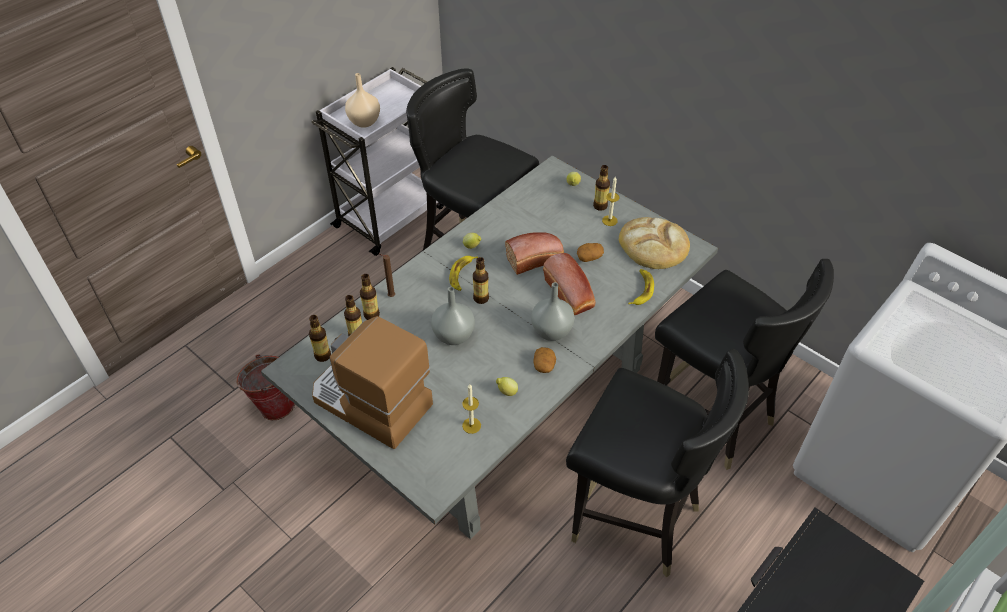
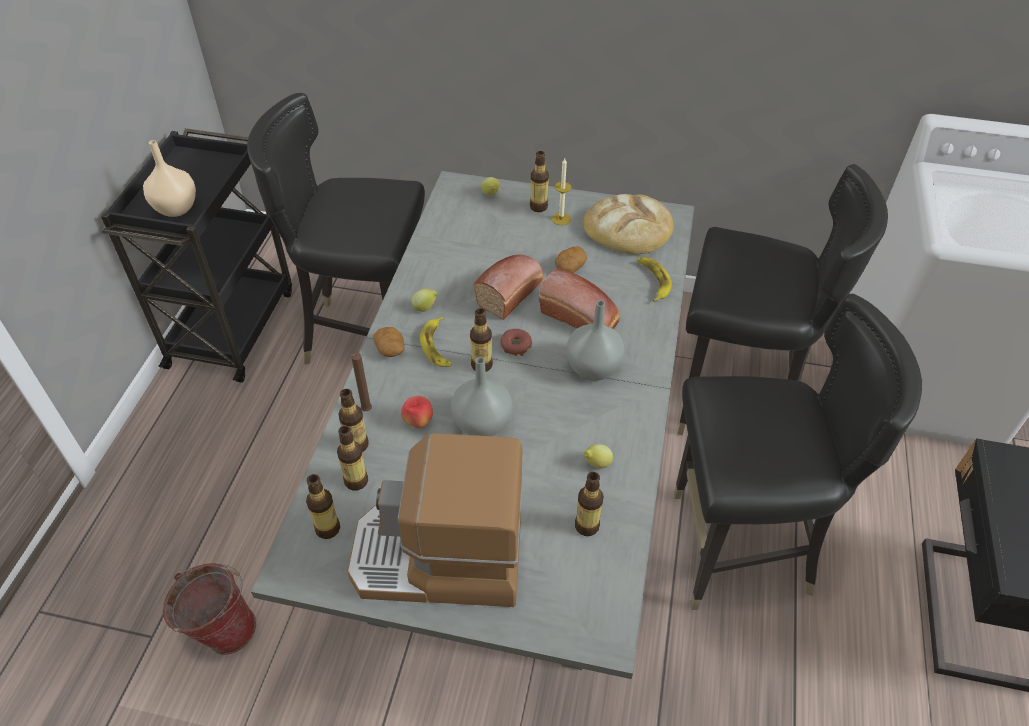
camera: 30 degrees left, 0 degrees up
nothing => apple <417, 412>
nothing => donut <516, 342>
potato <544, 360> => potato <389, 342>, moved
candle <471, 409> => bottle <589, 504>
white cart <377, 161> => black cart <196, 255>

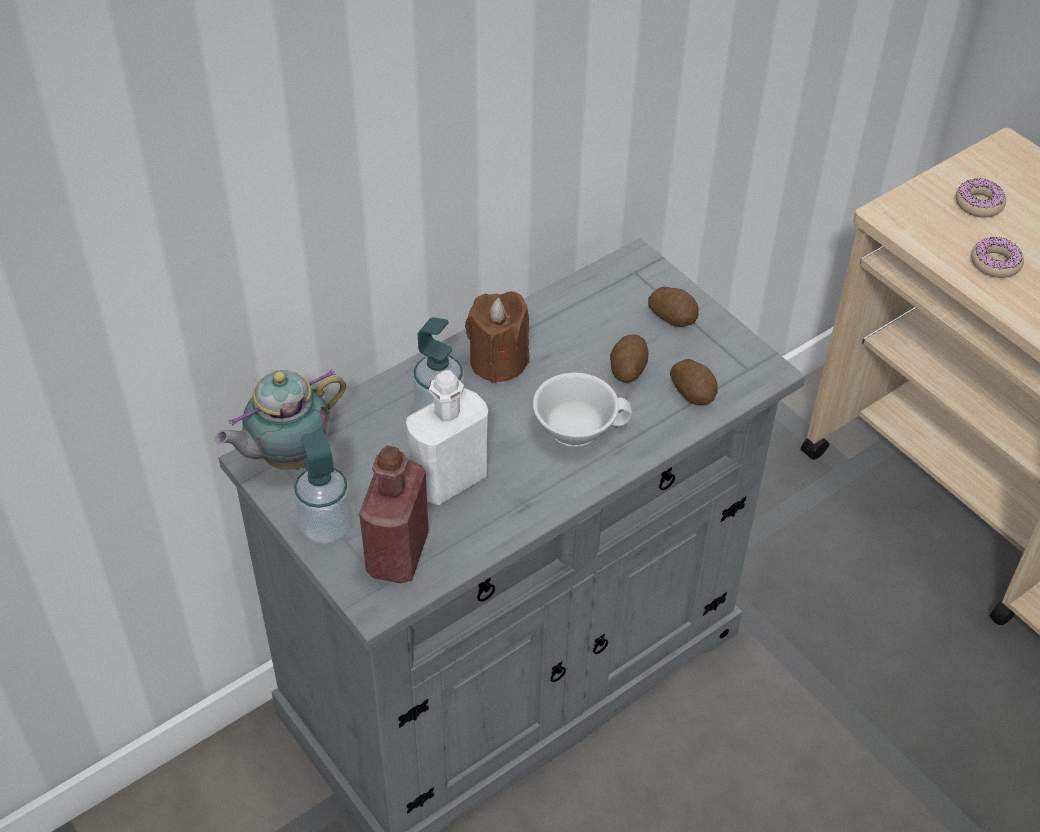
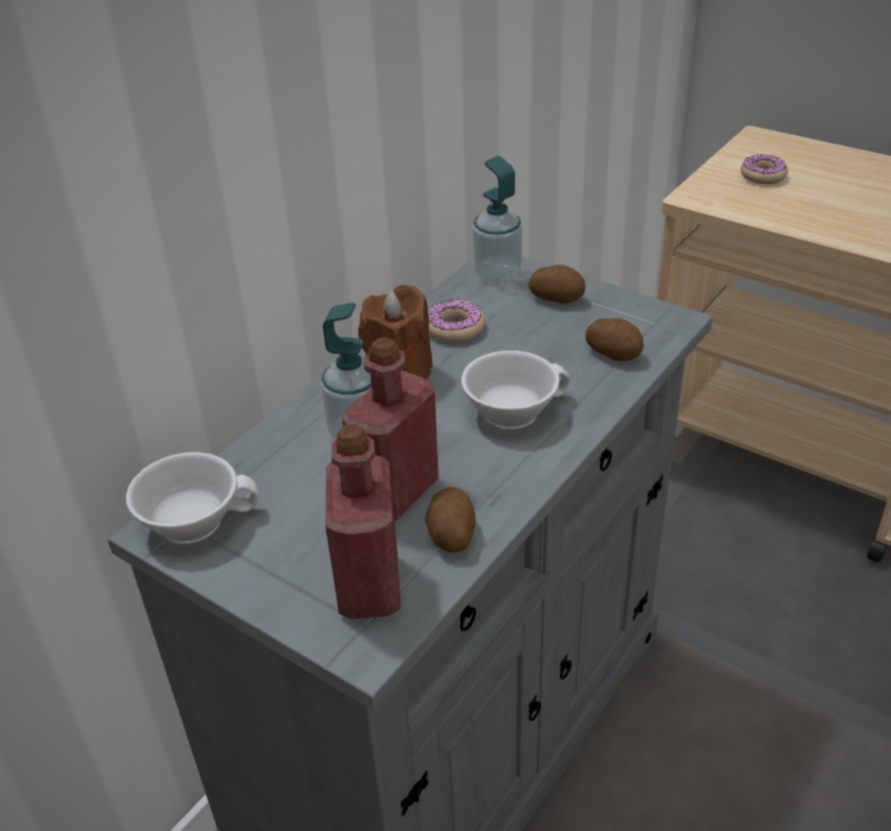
camera: 15 degrees left, 10 degrees down
soap dispenser <323, 487> => soap dispenser <497, 220>, moved
potato <629, 358> => potato <450, 520>, moved
donut <997, 257> => donut <456, 320>, moved
teapot <280, 419> => white cup <192, 498>
white bottle <447, 437> => red bottle <390, 429>

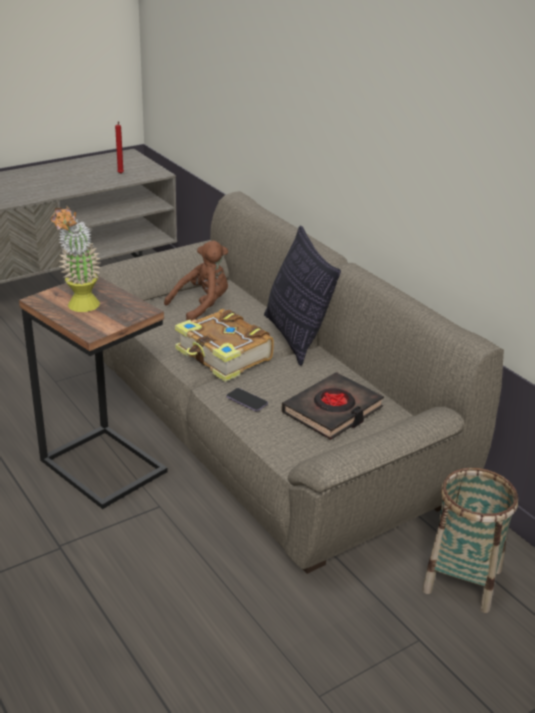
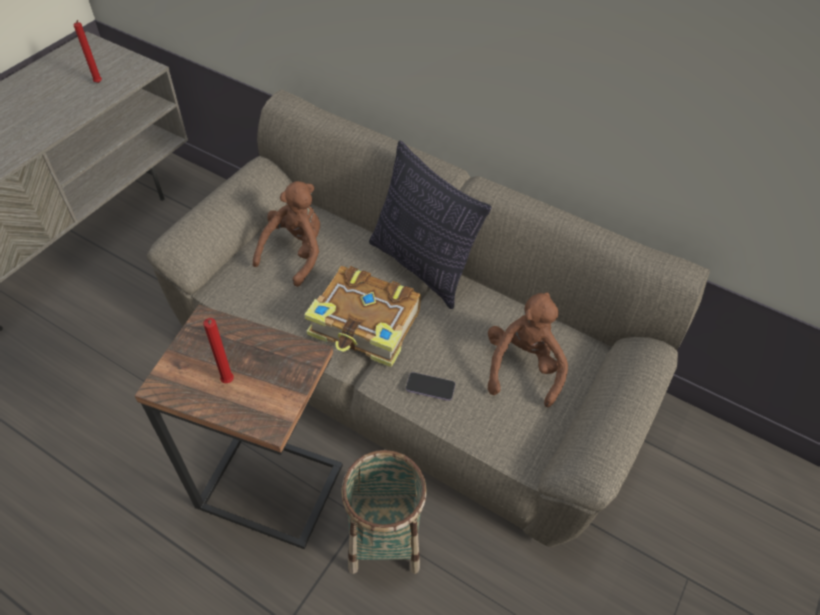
camera: 25 degrees left, 20 degrees up
basket <470, 540> => basket <384, 512>, moved
potted plant <76, 259> => red candle <218, 350>
black book <332, 406> => brown plush toy <528, 349>

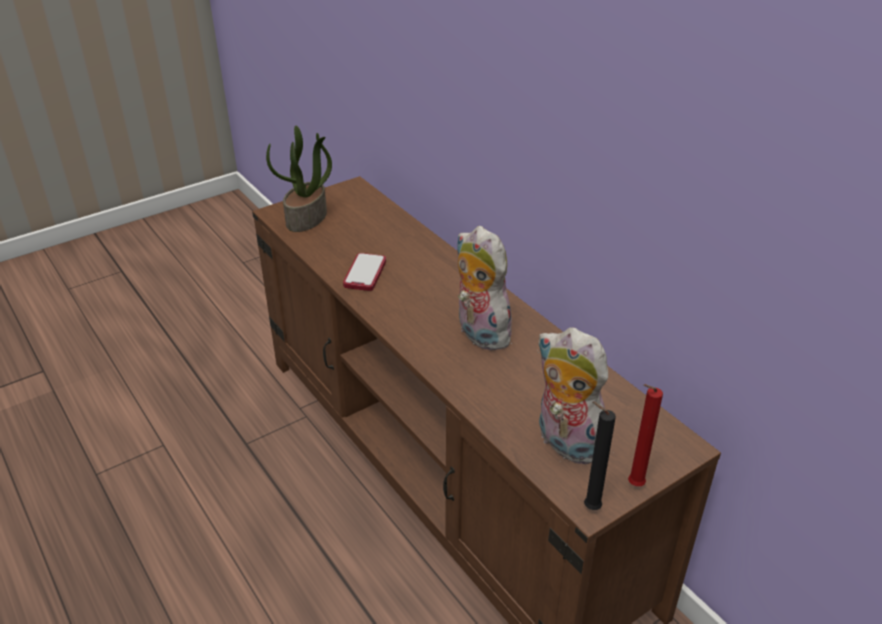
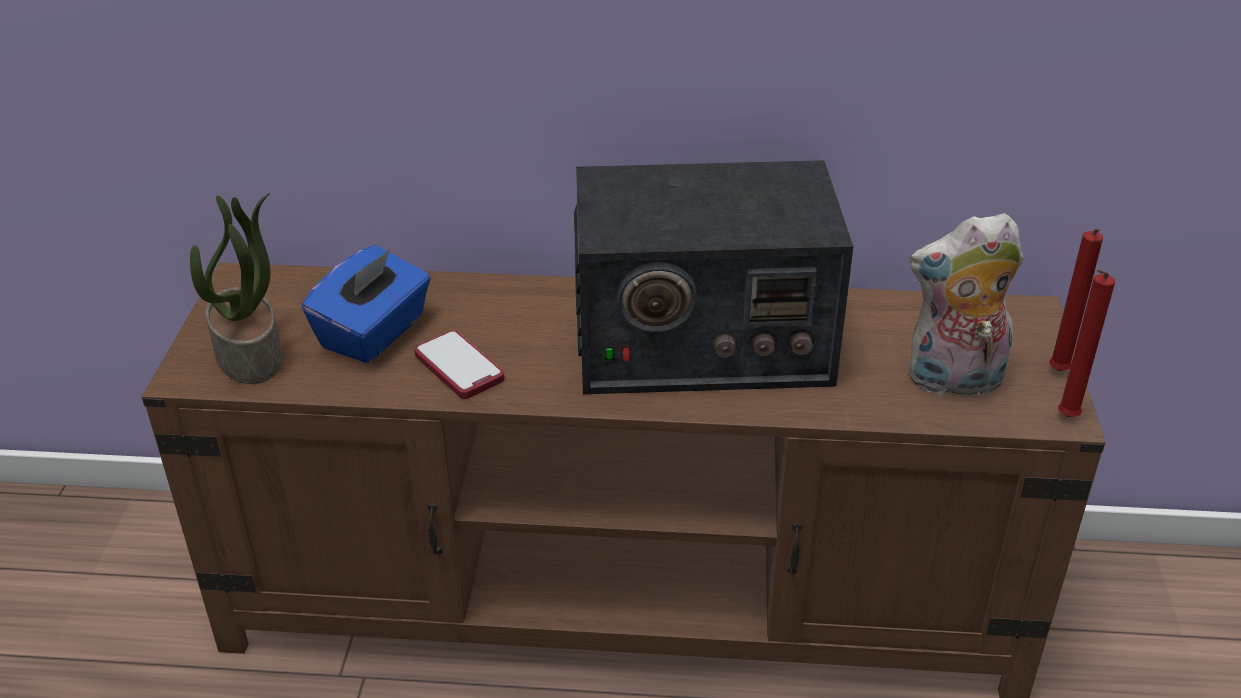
camera: 50 degrees left, 0 degrees up
nothing => blue tissue box <366, 304>
plush toy <486, 288> => radio <713, 277>
black candle <600, 456> => red candle <1086, 343>

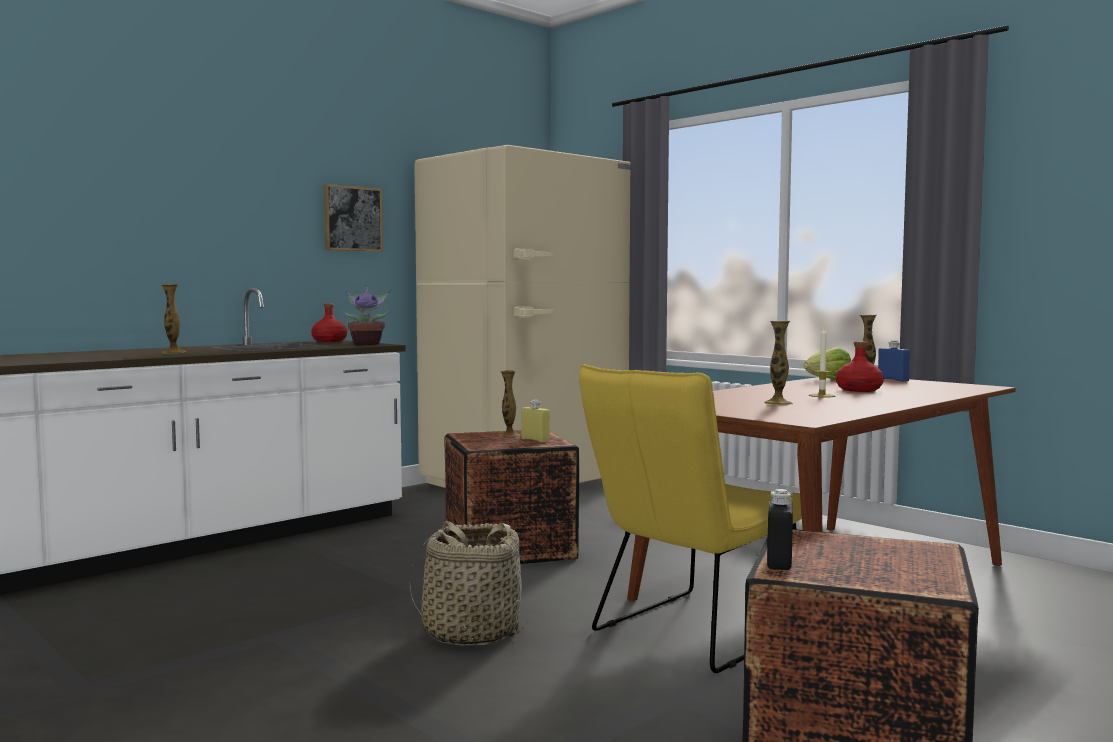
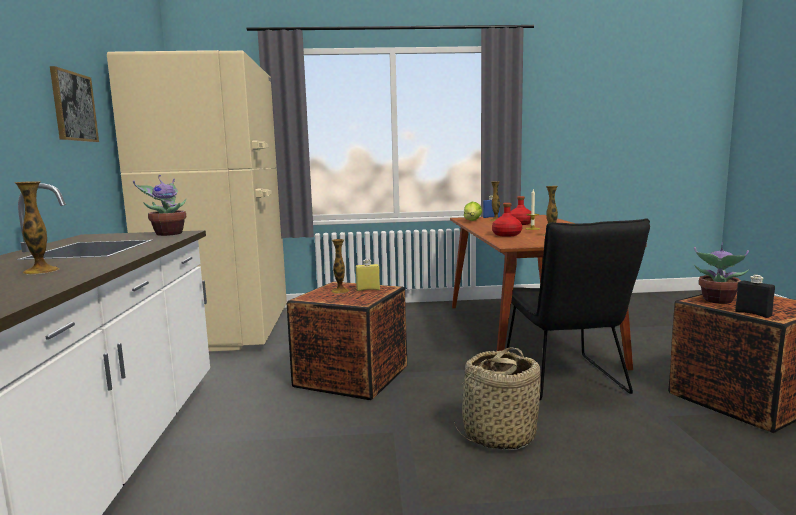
camera: 50 degrees left, 5 degrees up
nothing => potted plant <721, 273>
red bottle <329, 322> => red bottle <507, 220>, moved
yellow chair <690, 518> => black chair <578, 309>

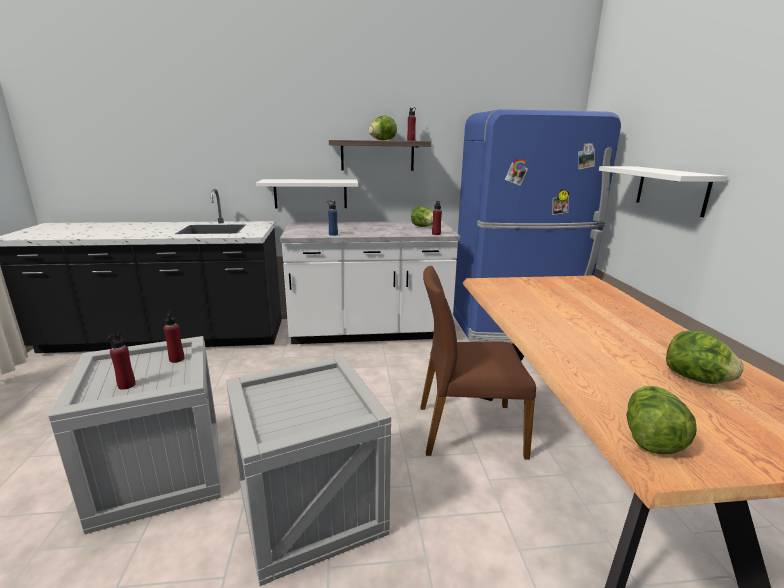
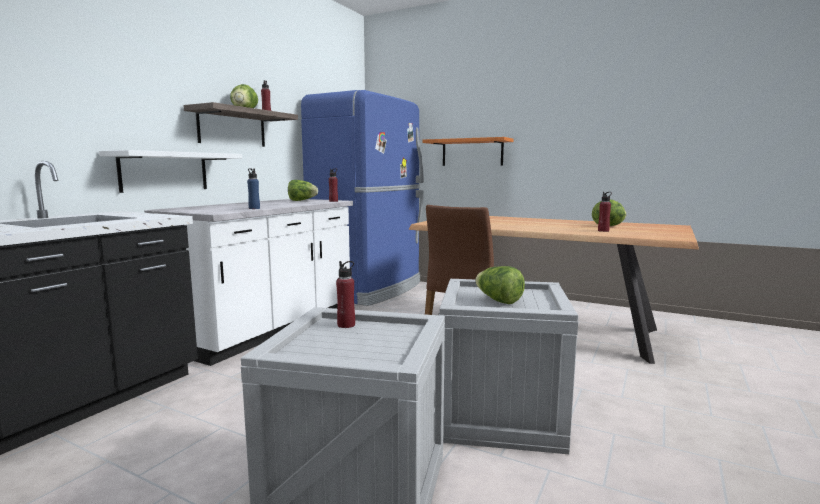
camera: 55 degrees left, 10 degrees down
red bottle <122, 361> => red bottle <605, 212>, moved
lettuce <661, 420> => lettuce <500, 285>, moved
white shelf <663, 191> => orange shelf <467, 151>

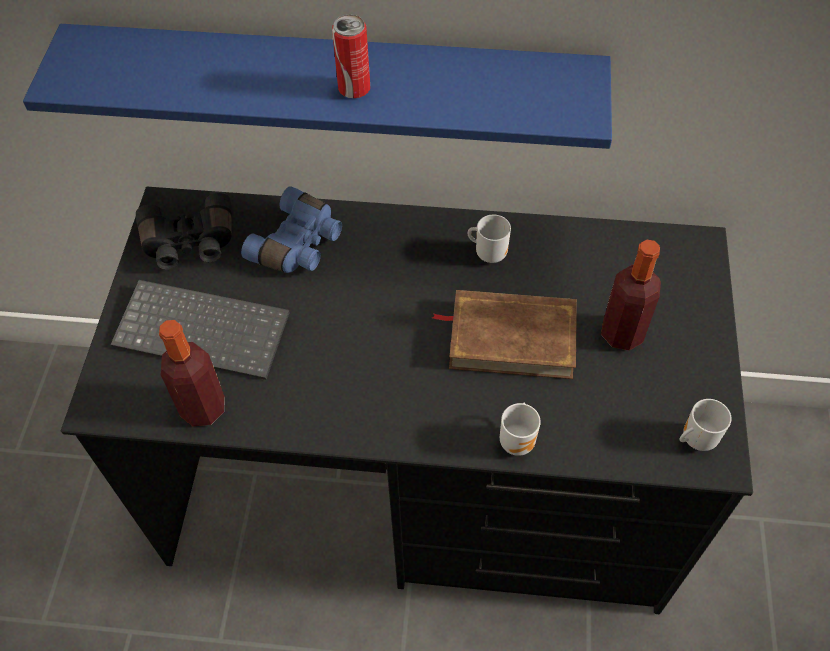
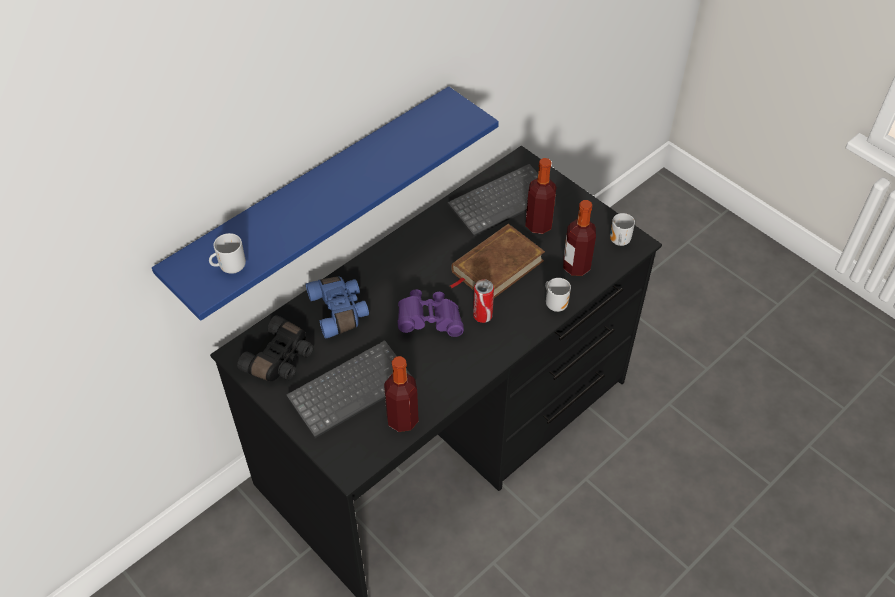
camera: 50 degrees left, 5 degrees down
nothing => purple binoculars <430, 313>
nothing => keyboard <501, 200>
nothing => bottle <579, 238>
can <351, 56> => can <483, 301>, moved
mug <489, 239> => mug <227, 253>, moved

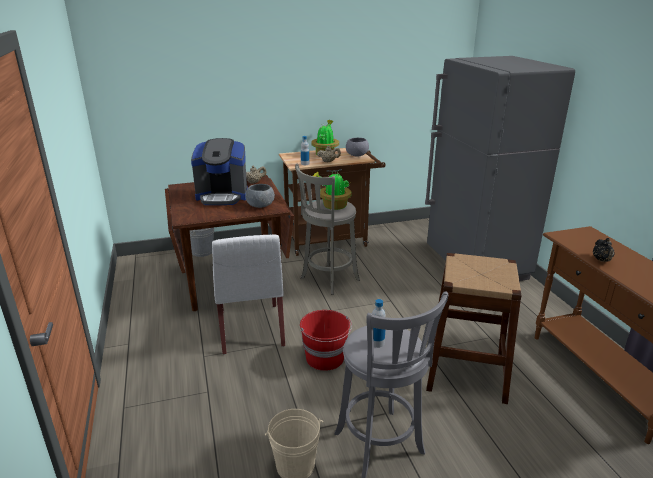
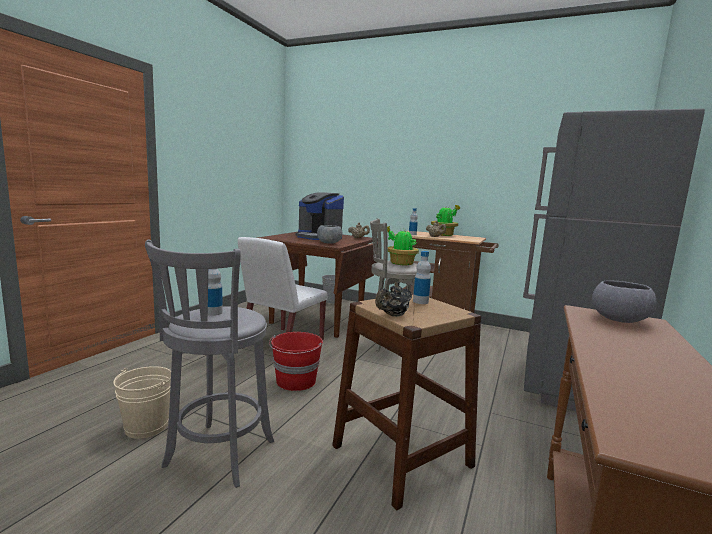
camera: 40 degrees right, 15 degrees down
nothing => bottle <422, 277>
grey bowl <357, 147> => grey bowl <624, 301>, moved
black teapot <603, 250> => black teapot <393, 299>, moved

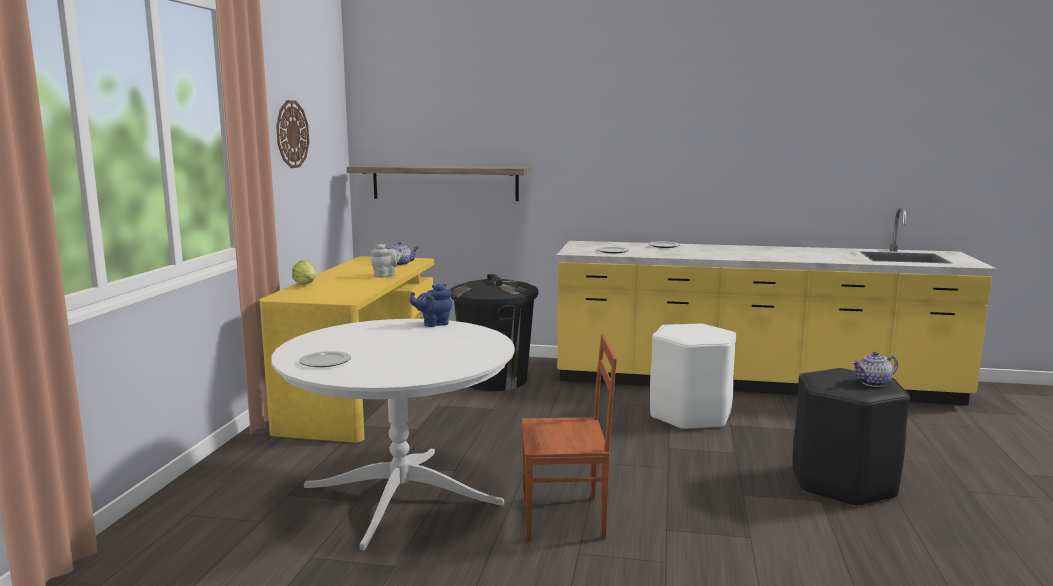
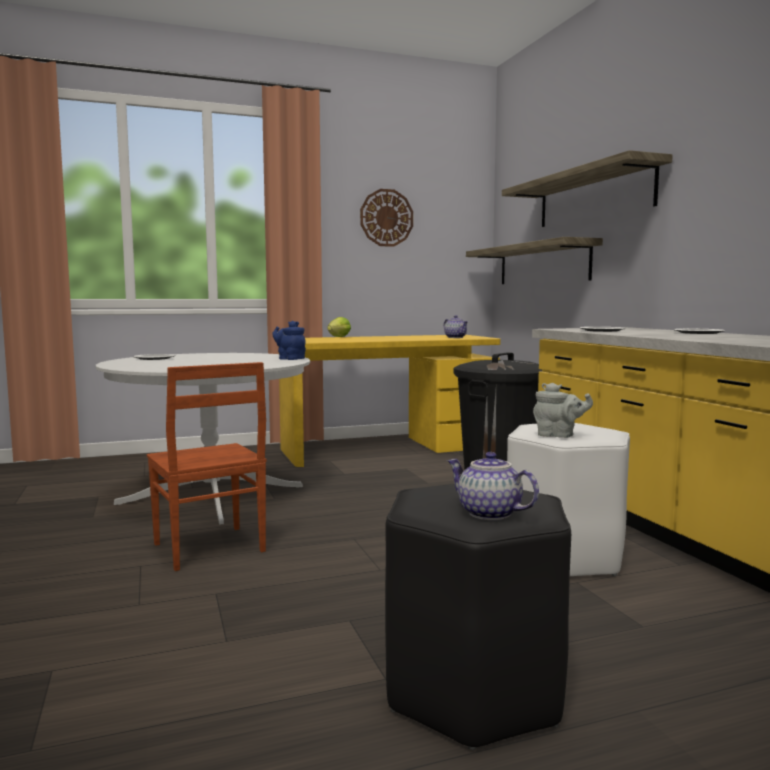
camera: 60 degrees right, 5 degrees down
nothing => shelf <587, 188>
grey teapot <386, 261> => grey teapot <563, 410>, moved

